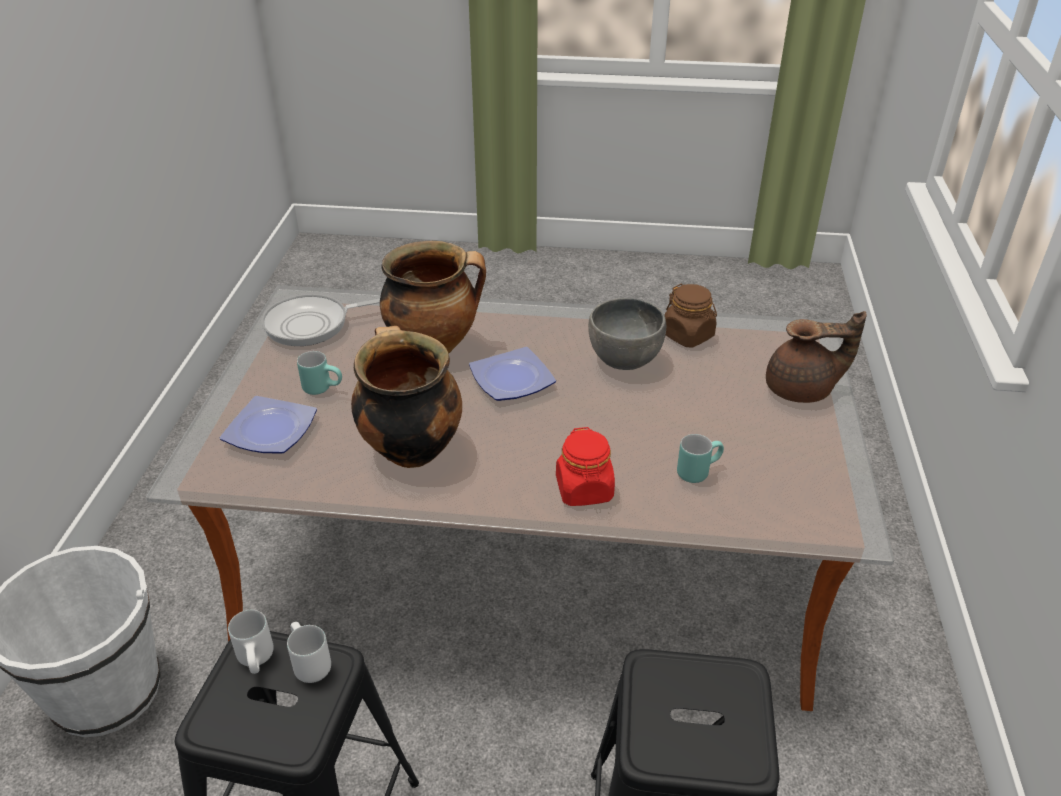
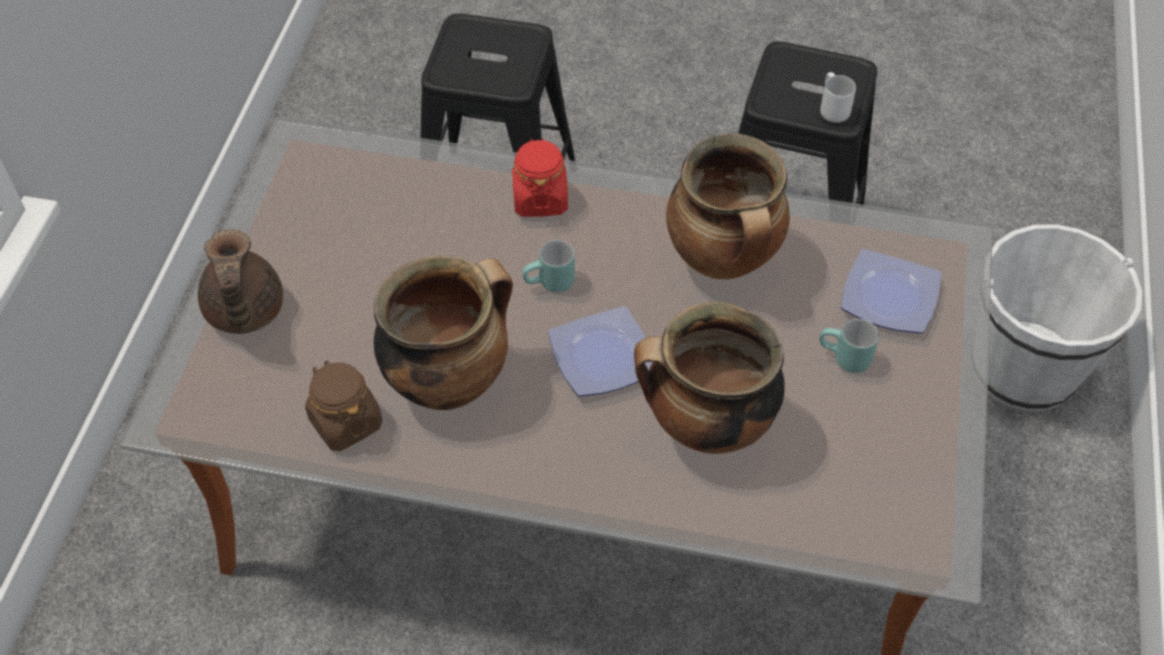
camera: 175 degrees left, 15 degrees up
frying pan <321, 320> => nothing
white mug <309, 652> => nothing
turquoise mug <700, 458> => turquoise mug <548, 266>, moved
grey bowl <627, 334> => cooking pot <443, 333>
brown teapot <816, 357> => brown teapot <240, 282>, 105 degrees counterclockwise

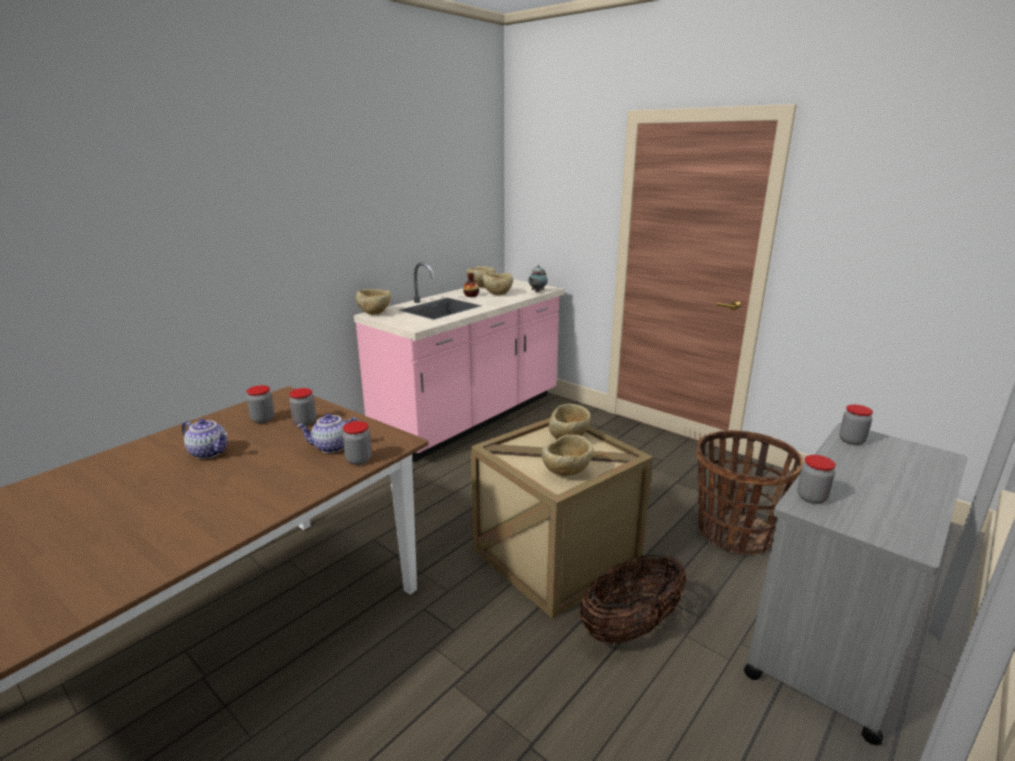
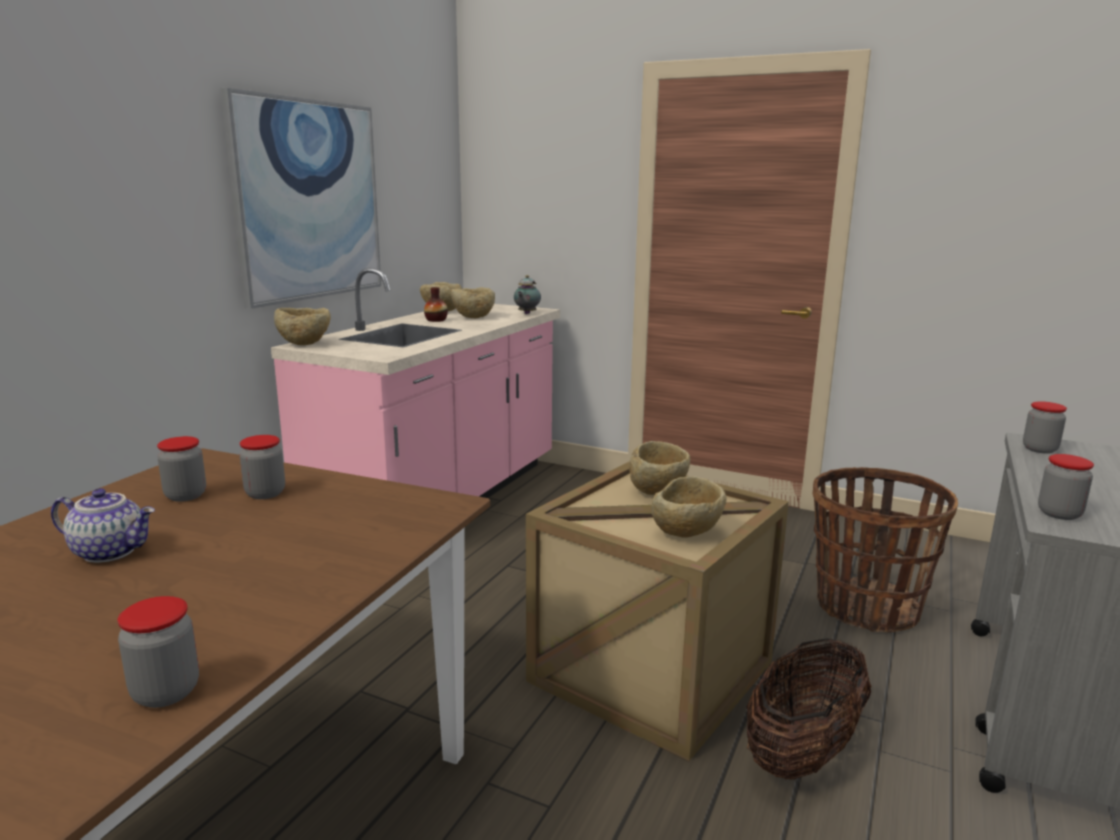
camera: 15 degrees left, 5 degrees down
teapot <328, 433> => nothing
nothing => picture <300, 198>
jar <357, 443> => jar <158, 652>, moved

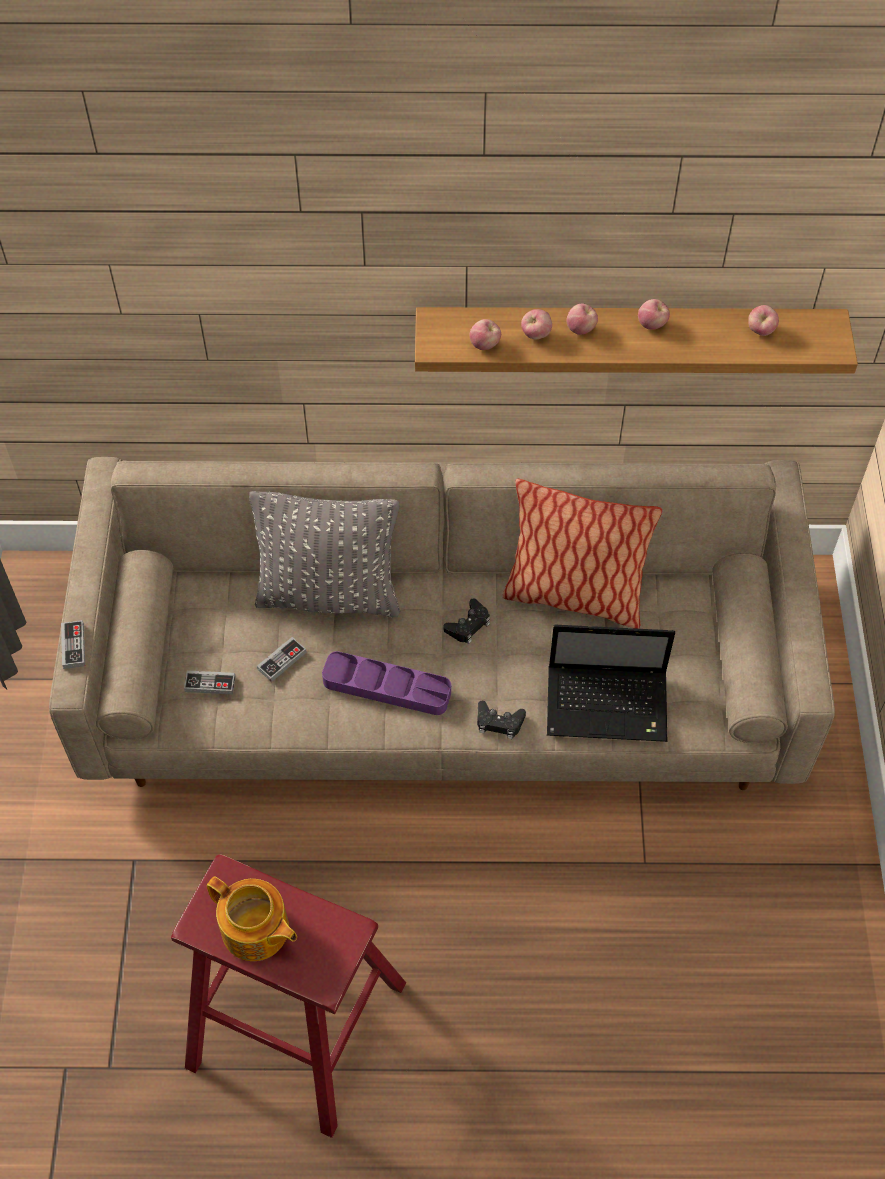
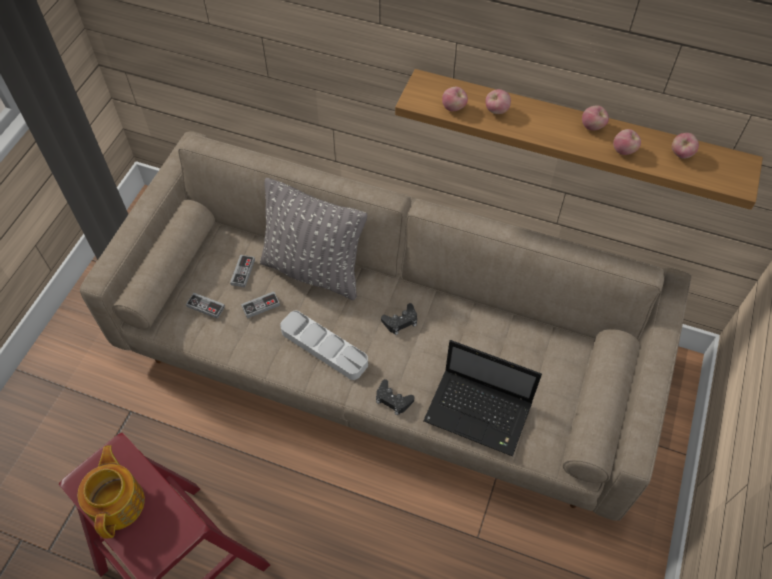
camera: 20 degrees right, 0 degrees up
pillow <582, 554> => nothing
game controller <73, 644> => game controller <242, 271>, moved
apple <582, 319> => apple <627, 142>, moved
purple tray <386, 683> => grey tray <324, 345>
teapot <252, 918> => teapot <111, 492>, 150 degrees counterclockwise

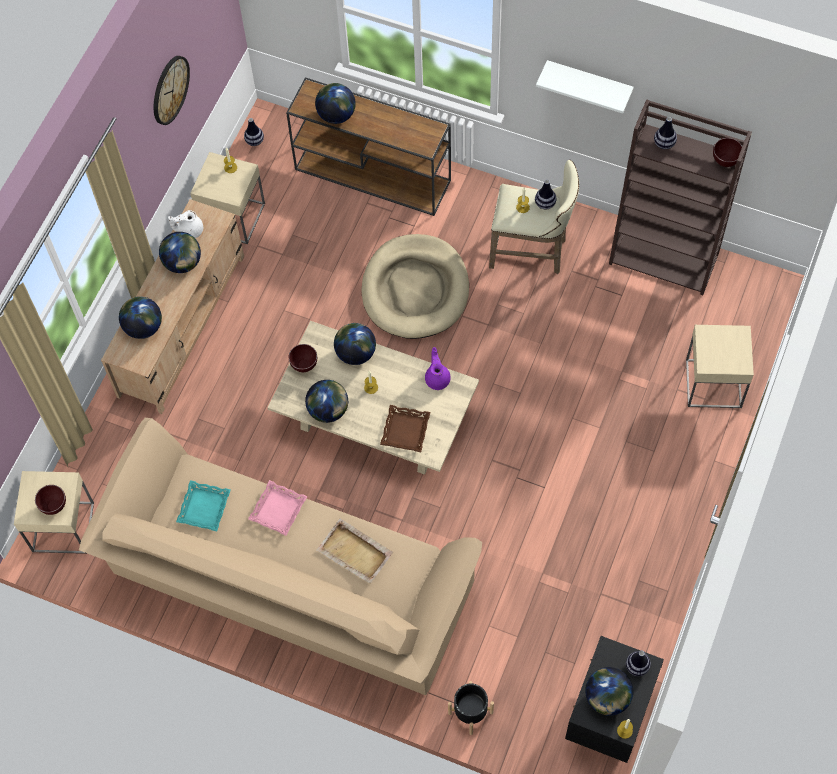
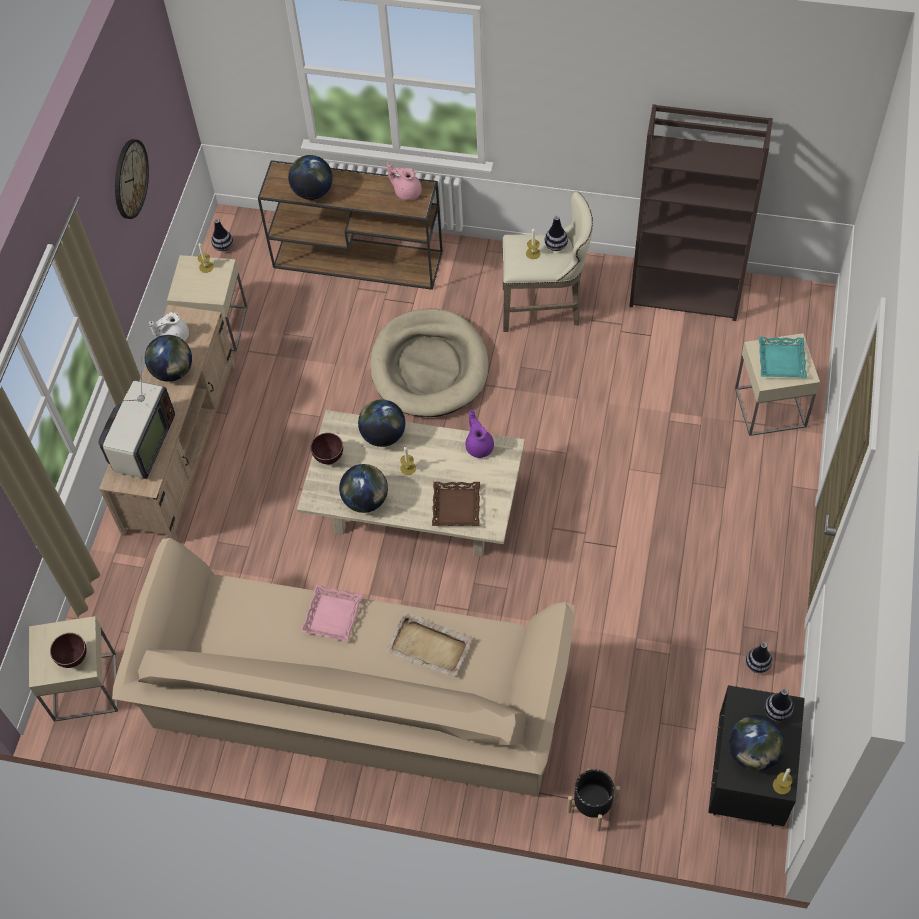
camera: 10 degrees left, 5 degrees down
white shelf <585, 87> => nothing
brown bowl <727, 152> => nothing
nothing => pink teapot <404, 181>
turquoise tray <203, 505> => turquoise tray <783, 357>, moved
vase <665, 133> => vase <759, 657>, moved
globe <140, 317> => television <136, 417>

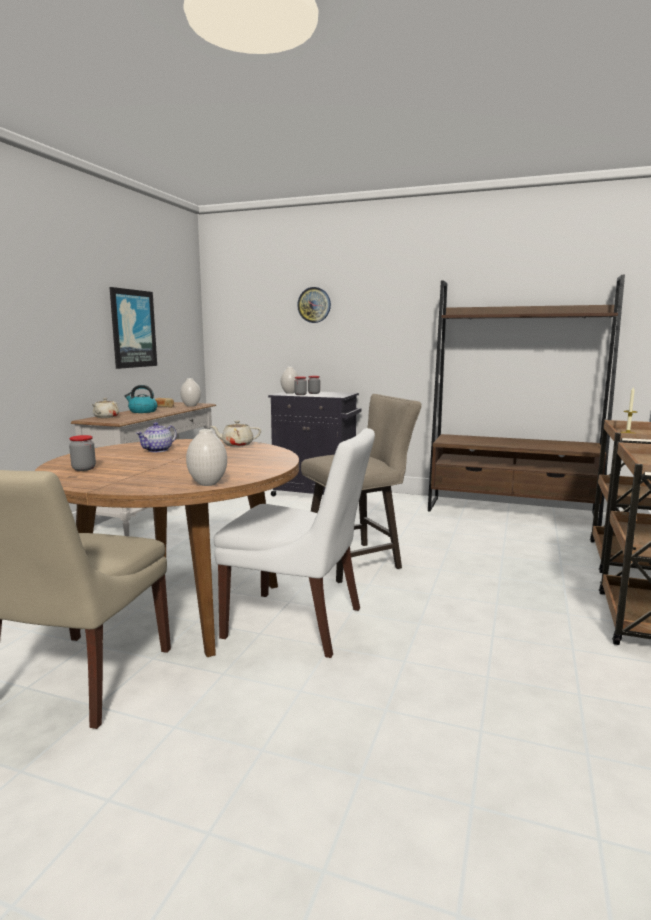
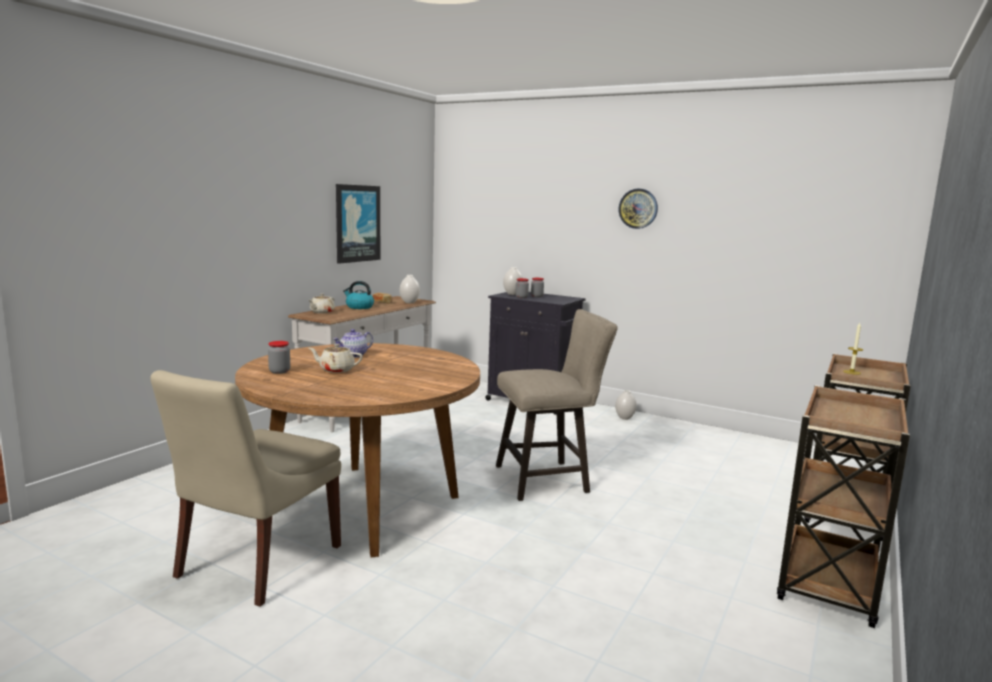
camera: 10 degrees right, 0 degrees up
white chair <294, 543> => nothing
brown bookcase <526, 400> => nothing
white vase <206, 457> => white vase <626, 405>, moved
beige teapot <235, 433> => beige teapot <336, 358>, moved
wall clock <314, 305> => wall clock <638, 209>, moved

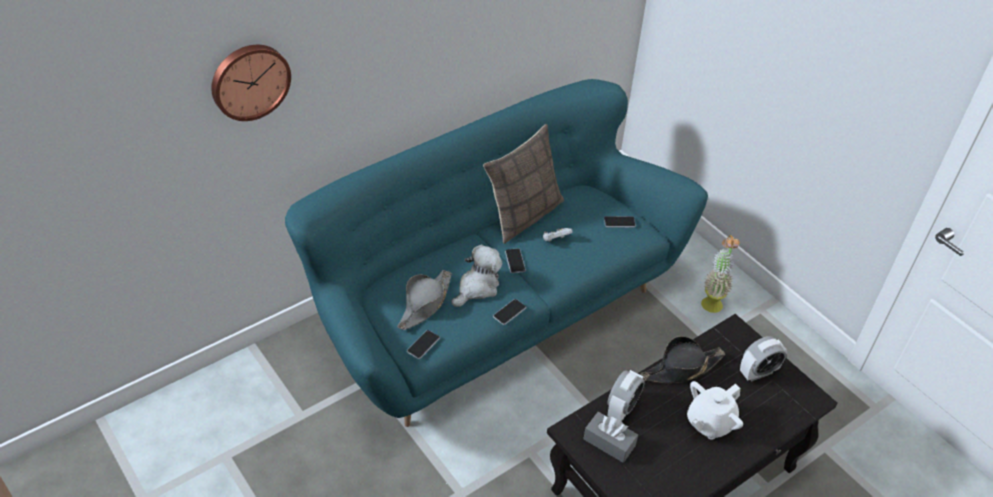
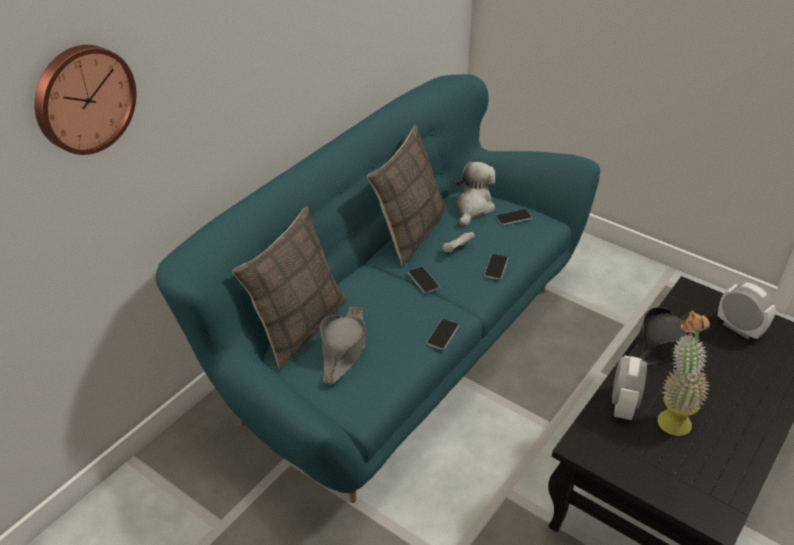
camera: 15 degrees left, 5 degrees down
grey tissue box <610, 437> => nothing
white teapot <715, 410> => nothing
nothing => pillow <289, 287>
phone <423, 344> => phone <496, 267>, moved
plush toy <476, 276> => plush toy <475, 194>, moved
potted plant <720, 274> => potted plant <684, 373>, moved
alarm clock <763, 358> => alarm clock <747, 310>, 90 degrees counterclockwise

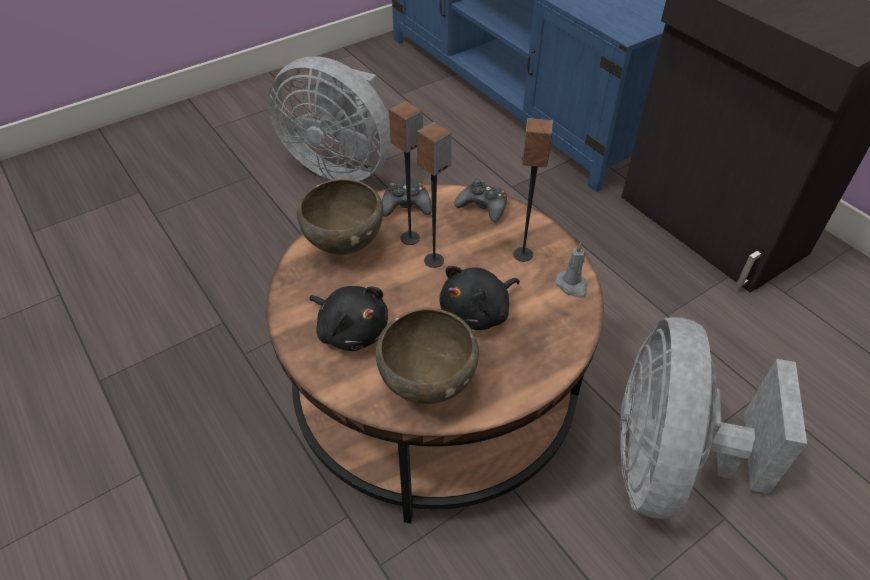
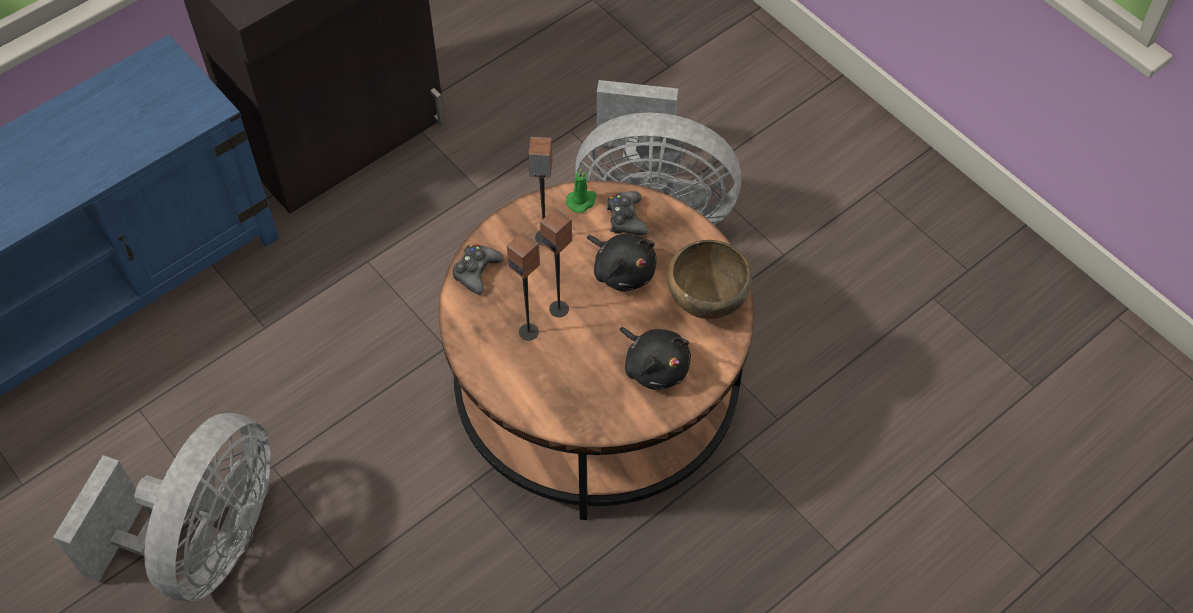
camera: 95 degrees left, 10 degrees up
brown bowl <340, 217> => nothing
black game controller <407, 199> => black game controller <627, 213>, moved
grey candle <571, 270> => green candle <581, 191>
black plush toy <348, 318> => black plush toy <655, 358>, 105 degrees clockwise

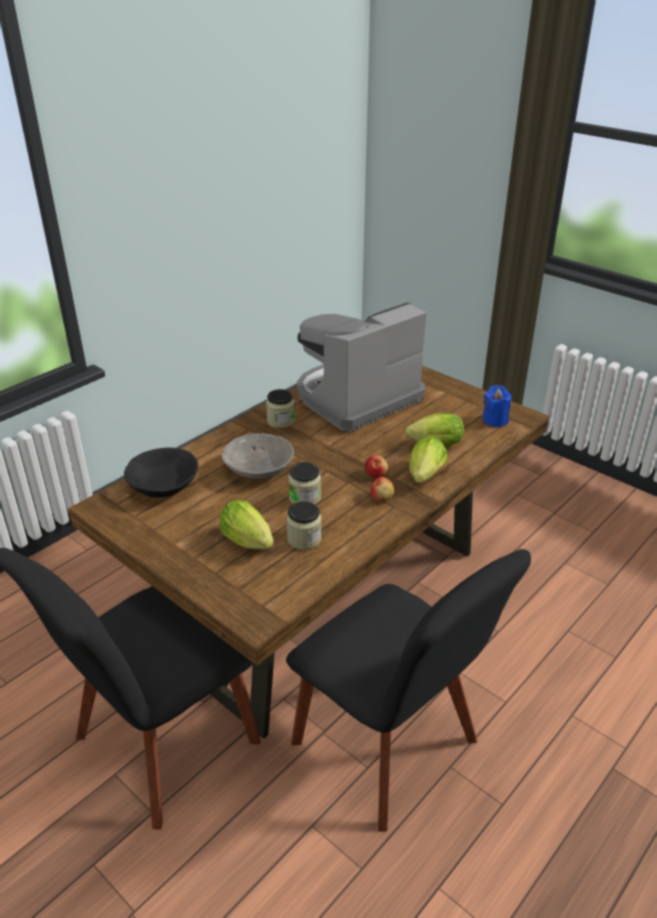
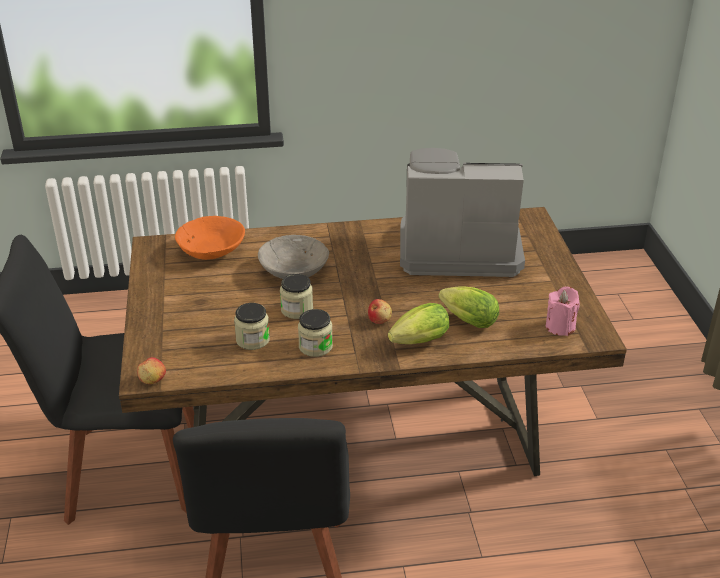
camera: 40 degrees right, 0 degrees up
lettuce <247, 524> => nothing
jar <280, 408> => jar <315, 333>, moved
apple <382, 489> => apple <151, 370>, moved
black bowl <161, 472> => orange bowl <210, 238>
blue candle <496, 406> => pink candle <563, 311>

